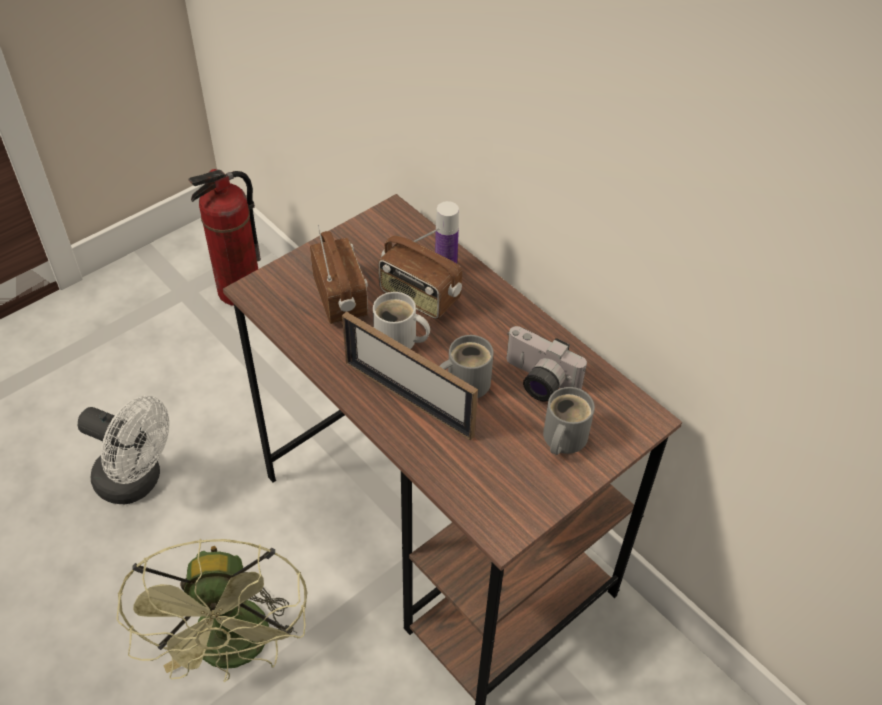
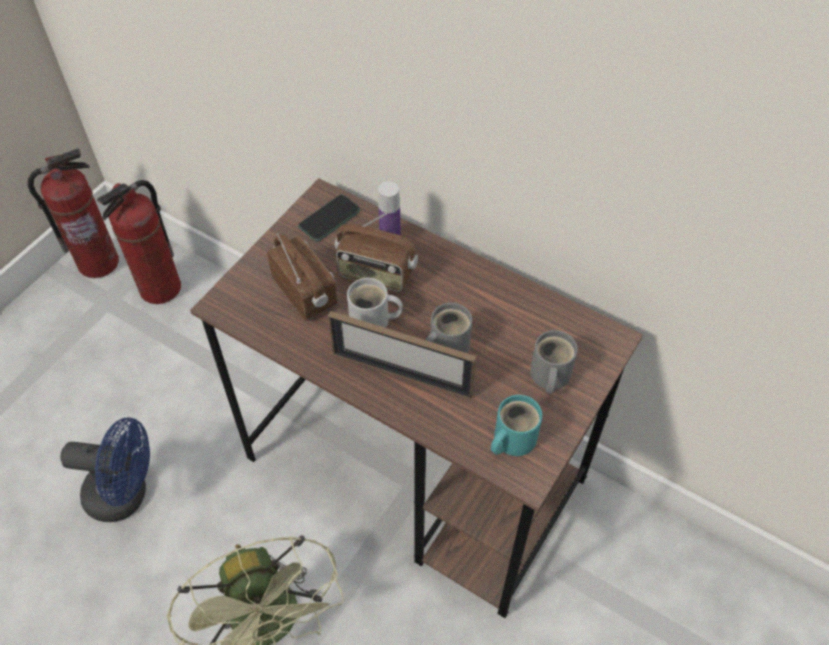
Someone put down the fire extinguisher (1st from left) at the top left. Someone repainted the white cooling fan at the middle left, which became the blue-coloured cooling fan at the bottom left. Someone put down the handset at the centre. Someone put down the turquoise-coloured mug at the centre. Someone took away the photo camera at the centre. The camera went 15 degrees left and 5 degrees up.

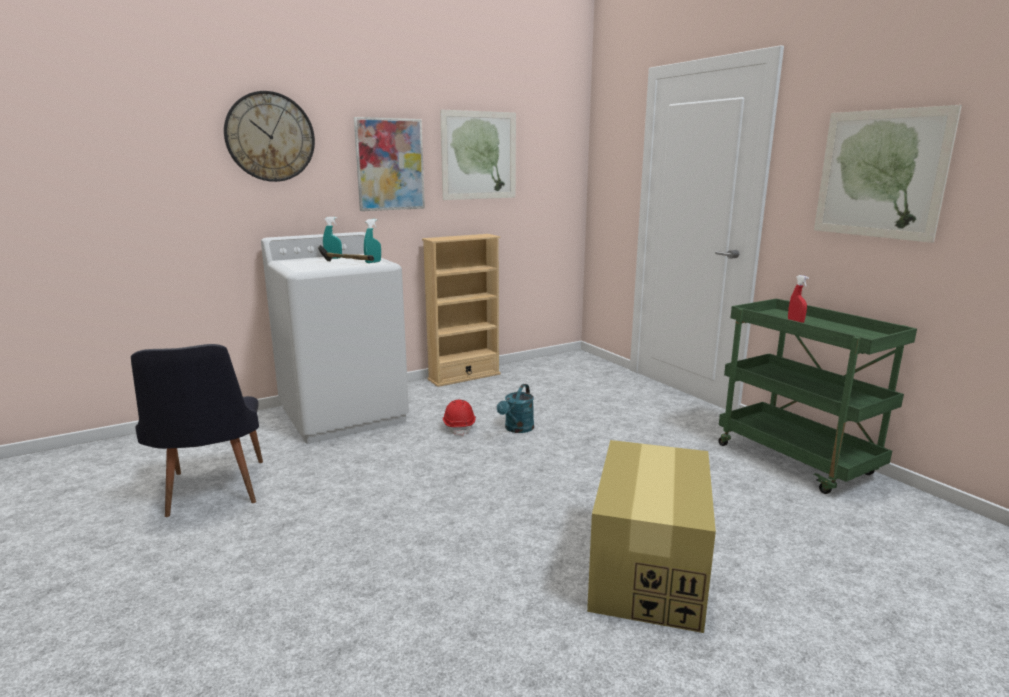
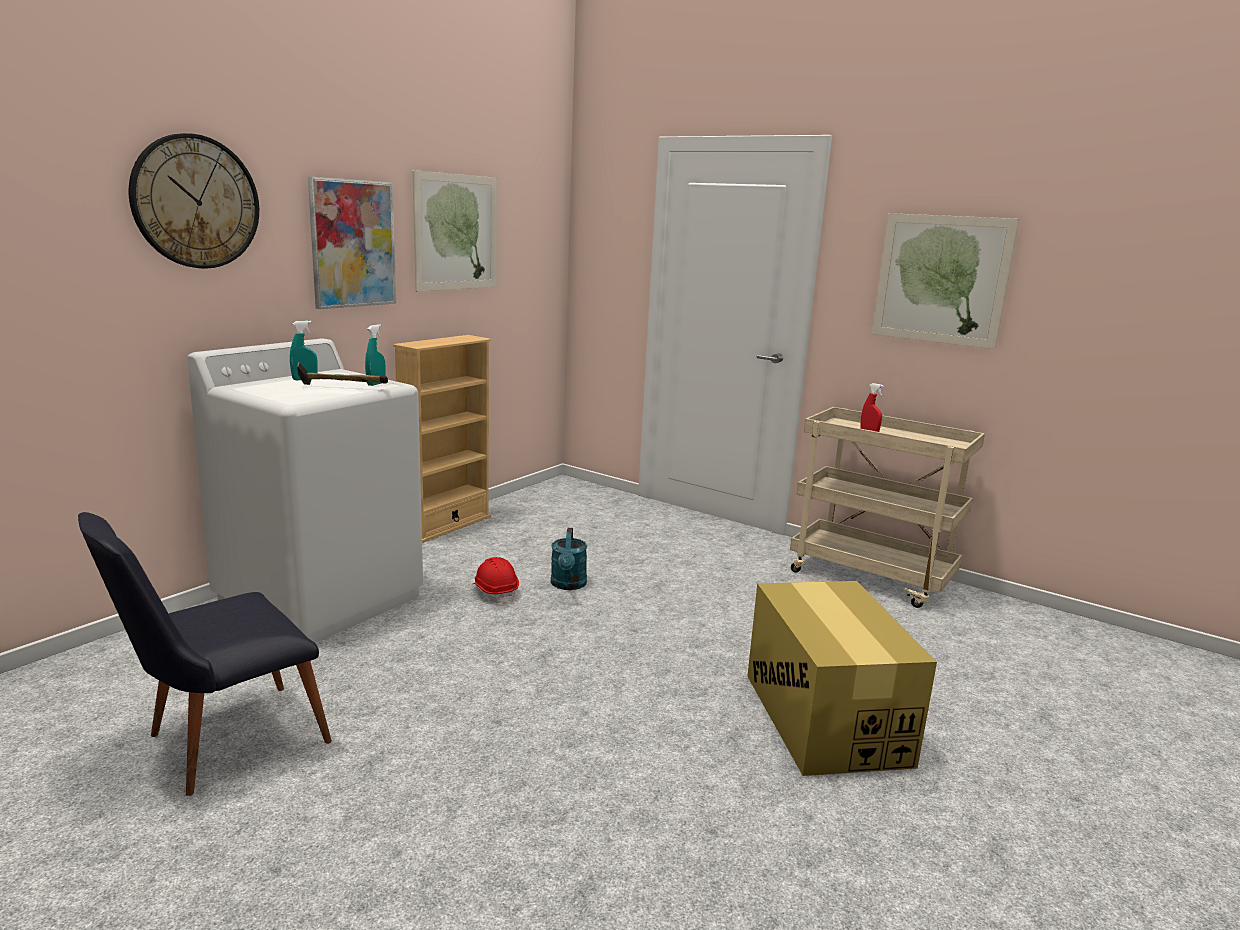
Someone rotated the black-coloured chair at the middle left by 90 degrees clockwise. Someone repainted the green cart at the middle right, which became the beige-coloured cart at the middle right. The camera went 25 degrees left and 0 degrees up.

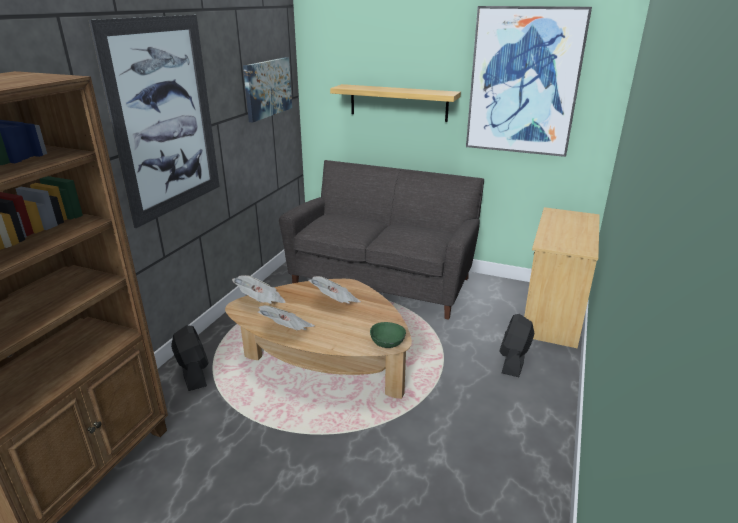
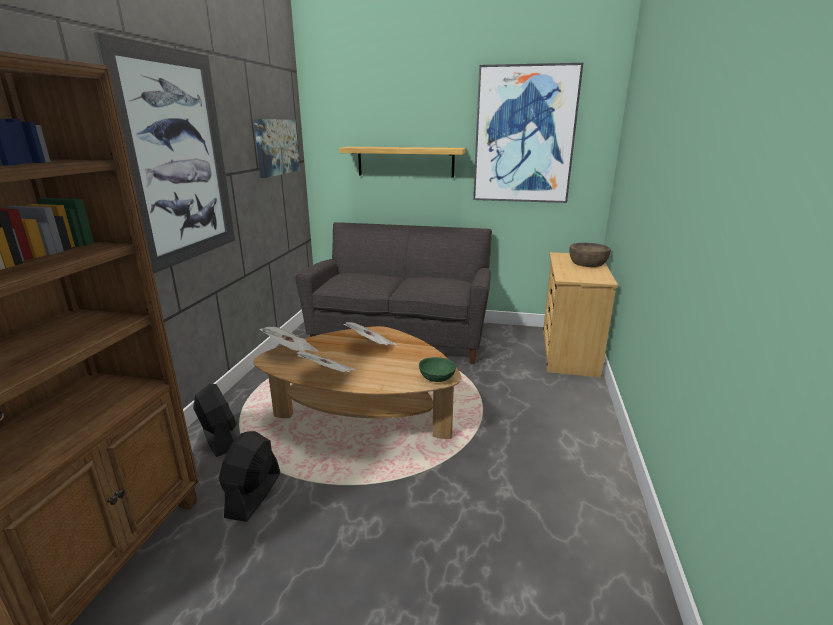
Someone carried the black-coloured cooling fan (2nd from left) from the middle right to the bottom left. Someone put down the brown-coloured bowl at the middle right. The camera went 10 degrees left and 5 degrees down.

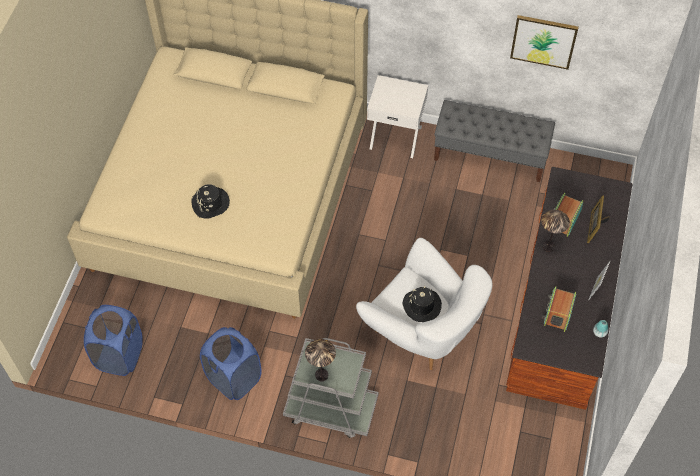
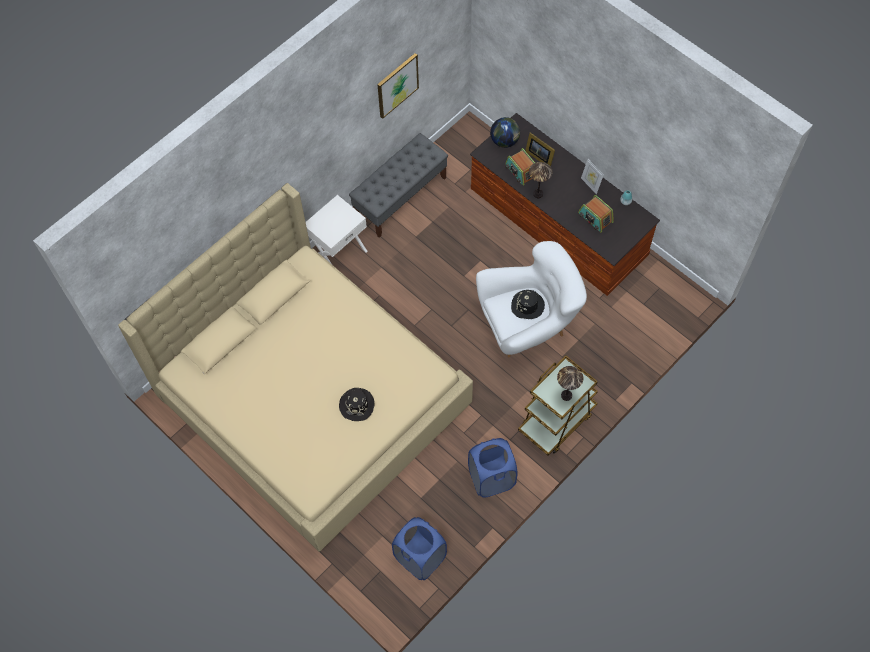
Someone put down the desk globe at the top centre. Someone repainted the gray cart at the bottom centre, which became the brown-coloured cart at the centre. The camera went 60 degrees left and 5 degrees up.

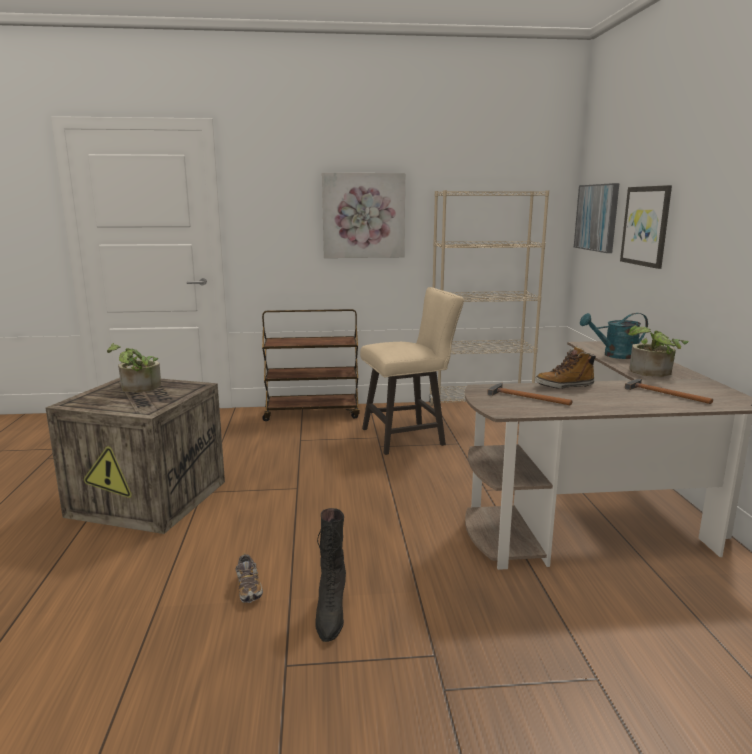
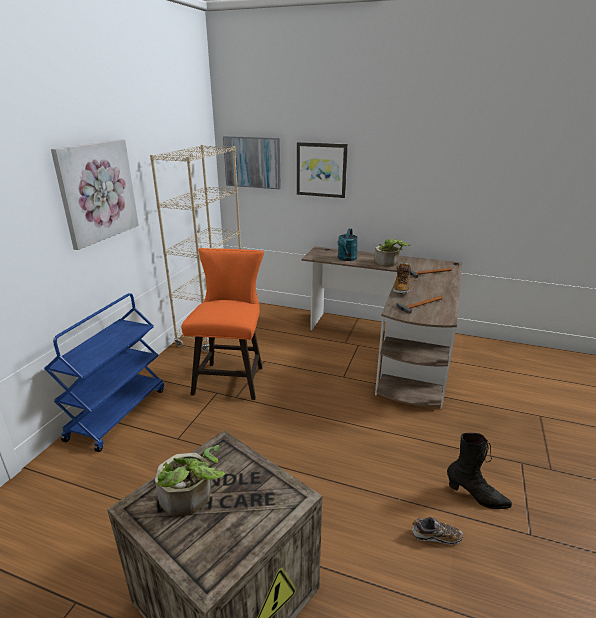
Someone repainted the brown-coloured cart at the centre, which became the blue-coloured cart at the middle left. Someone repainted the beige-coloured sitting stool at the centre, which became the orange-coloured sitting stool at the centre. The camera went 65 degrees left and 10 degrees up.

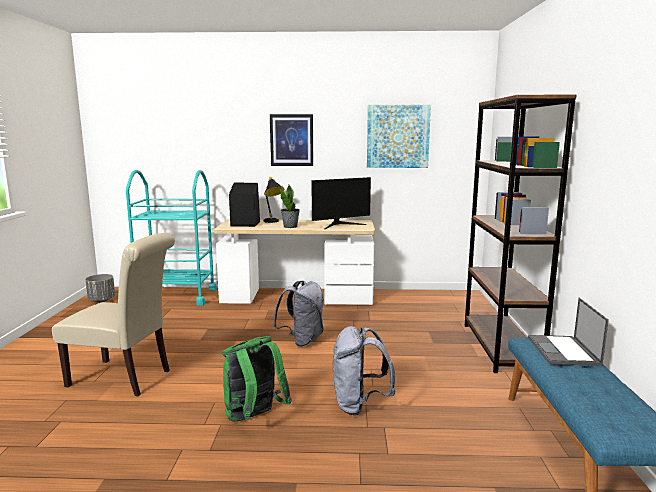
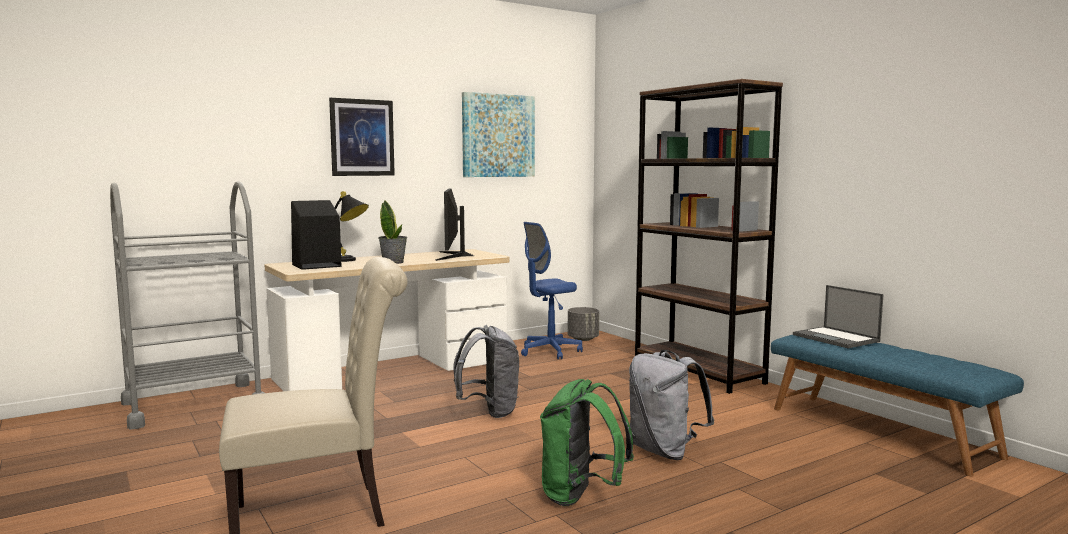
Someone repainted the turquoise-coloured cart at the middle left, which became the gray cart at the middle left. Someone rotated the computer display at the centre by 150 degrees clockwise. Someone put down the blue-coloured computer chair at the centre. Someone carried the gray flower pot from the middle left to the centre. The camera went 35 degrees left and 5 degrees down.

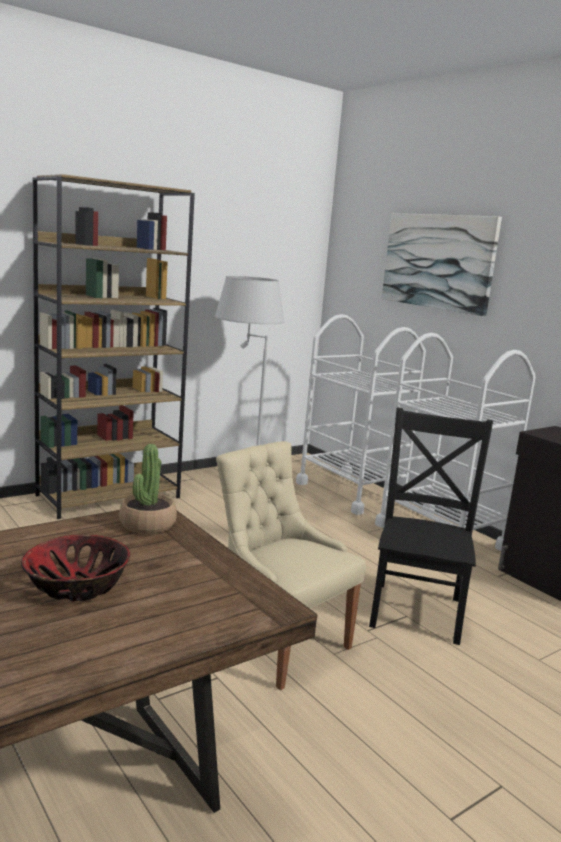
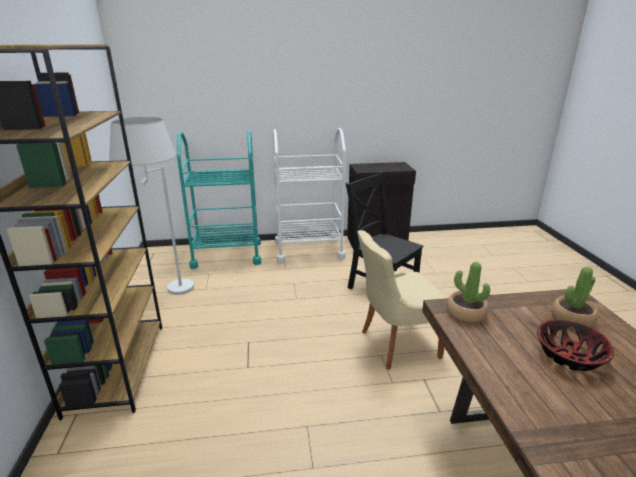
Someone repainted the white cart (1st from left) at the centre, which became the turquoise-coloured cart at the centre. Someone put down the plant in a pot (2nd from left) at the middle right. Someone took away the picture at the top right. The camera went 60 degrees left and 10 degrees up.

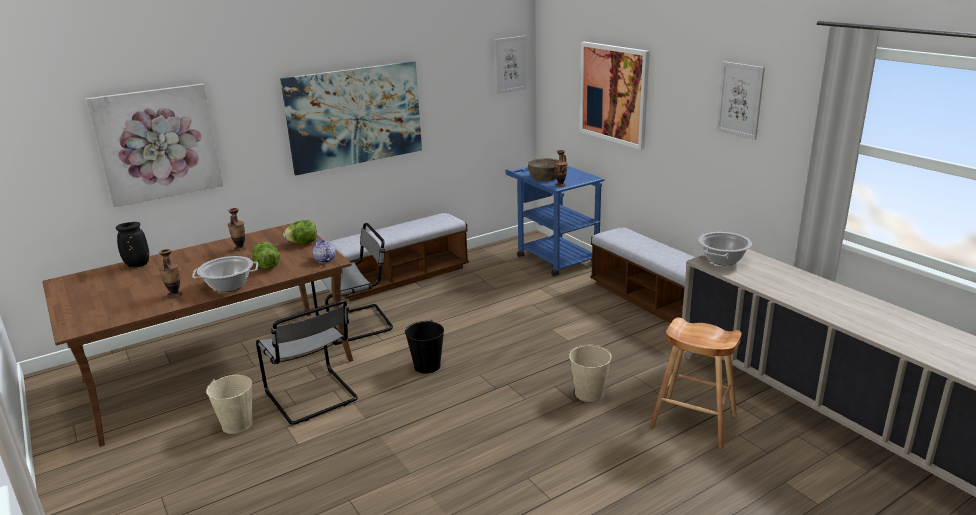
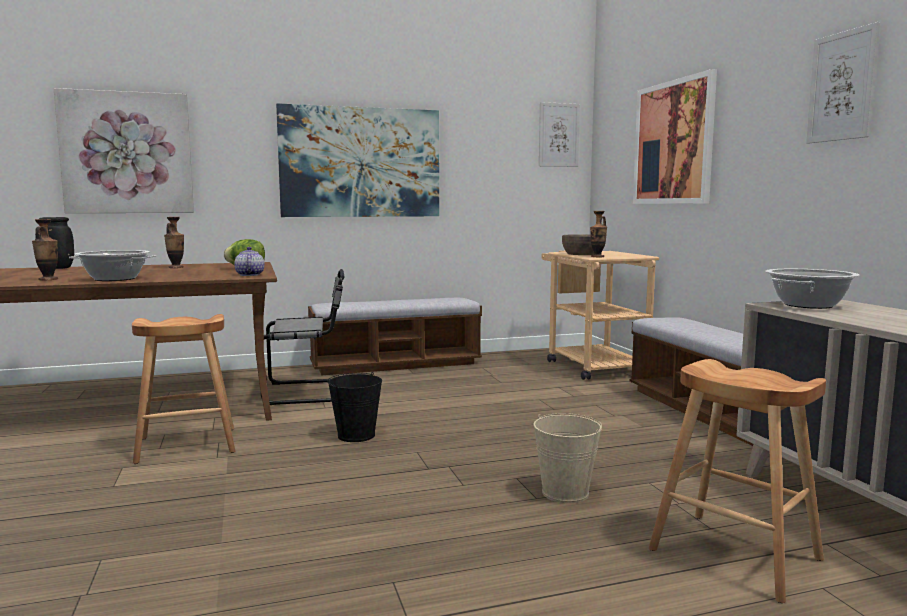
Someone swapped the gray chair (1st from left) at the bottom left for the brown-coloured sitting stool (1st from left) at the middle left. Someone repainted the blue-coloured cart at the centre, which became the beige-coloured cart at the centre. Someone took away the beige-coloured pail (1st from left) at the bottom left. Someone took away the lettuce head (1st from left) at the middle left. The camera went 15 degrees right and 15 degrees down.

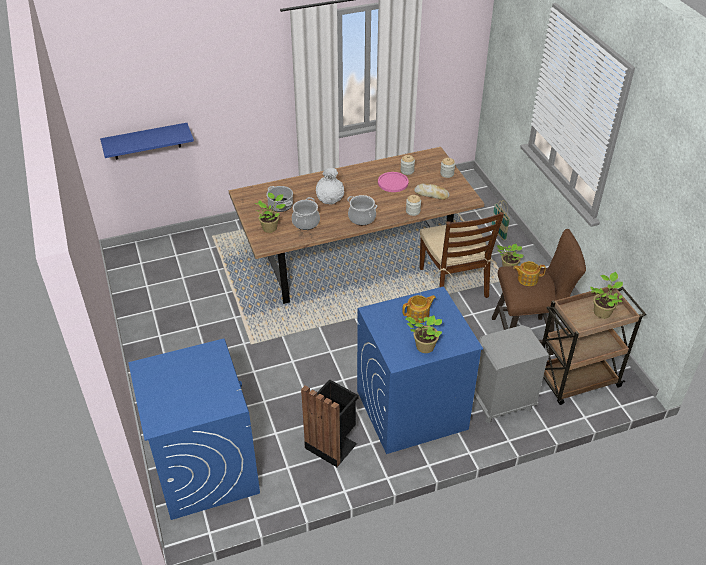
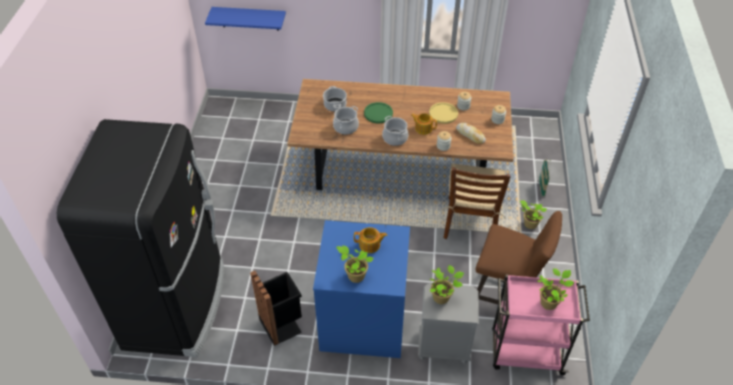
Someone swapped the blue-coloured laundry machine (1st from left) at the bottom left for the black-coloured fridge at the middle left. Someone swapped the white decorative vase at the top centre for the green dinner plate at the top centre. Someone carried the teapot (2nd from left) from the middle right to the top centre. Someone repainted the pink dinner plate at the top centre, which became the yellow-coloured dinner plate at the top centre. Someone carried the plant in a pot (1st from left in the first image) from the centre to the bottom centre. Someone repainted the brown-coloured cart at the middle right, which became the pink cart at the bottom right. The camera went 25 degrees right and 5 degrees up.

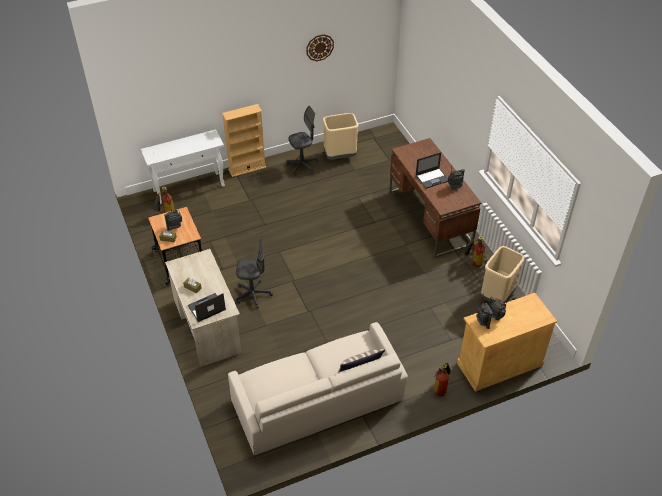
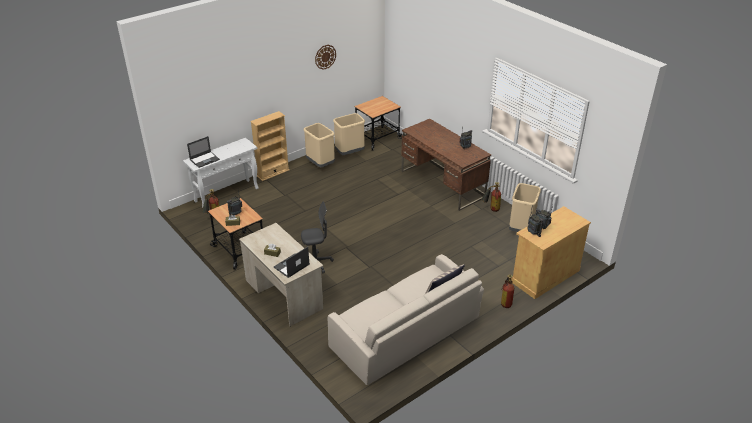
Someone carried the laptop (2nd from left in the first image) from the centre to the middle left. Someone swapped the gray computer chair (2nd from left) at the top centre for the beige-coloured waste bin (1st from left) at the centre. Someone put down the cart (2nd from left) at the top centre. The camera went 15 degrees left and 10 degrees down.

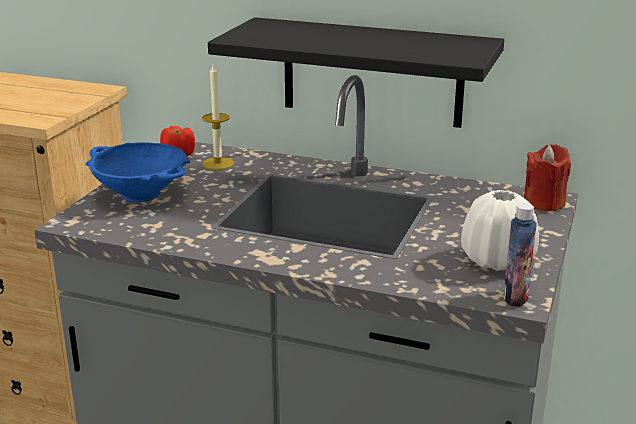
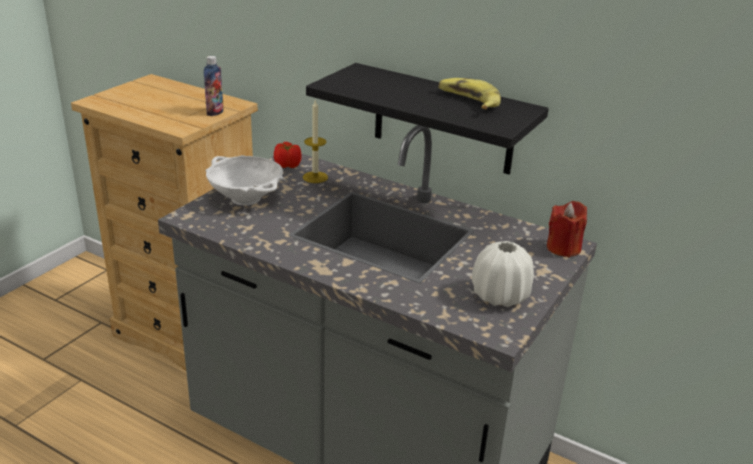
Someone carried the drink bottle from the middle right to the top left. Someone repainted the blue-coloured bowl at the middle left, which became the white bowl at the middle left. Someone put down the banana at the top centre. The camera went 10 degrees right and 5 degrees up.

